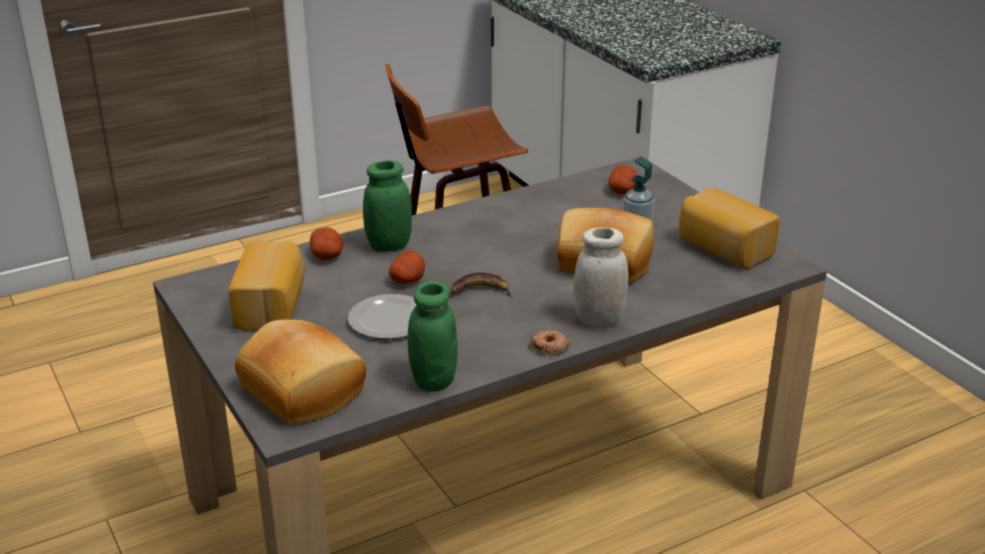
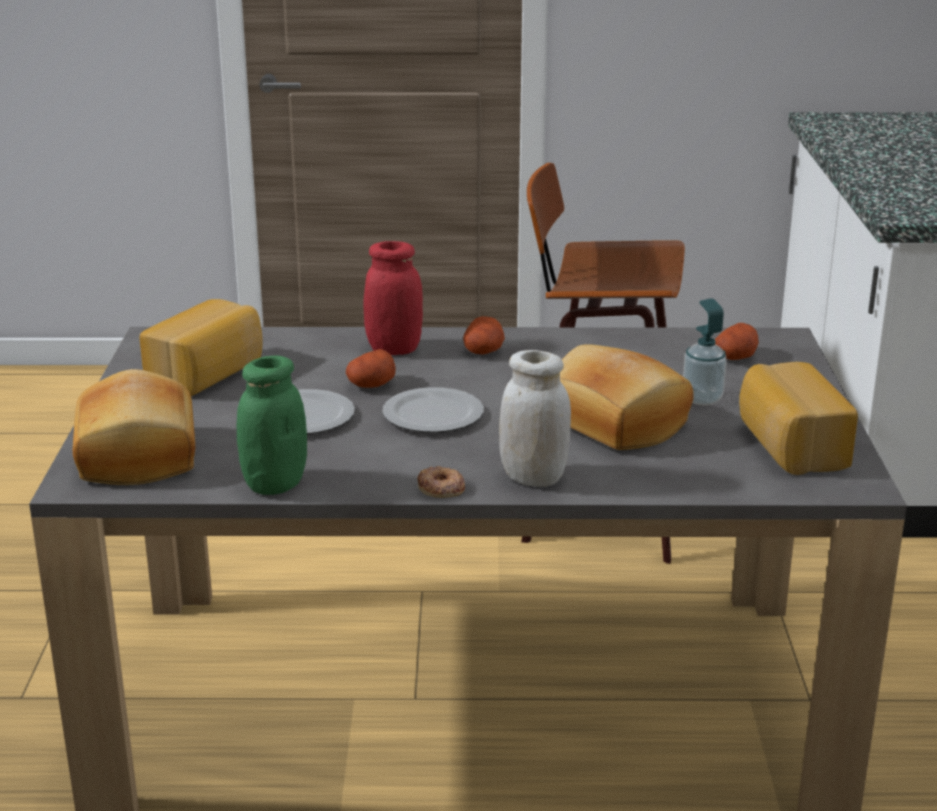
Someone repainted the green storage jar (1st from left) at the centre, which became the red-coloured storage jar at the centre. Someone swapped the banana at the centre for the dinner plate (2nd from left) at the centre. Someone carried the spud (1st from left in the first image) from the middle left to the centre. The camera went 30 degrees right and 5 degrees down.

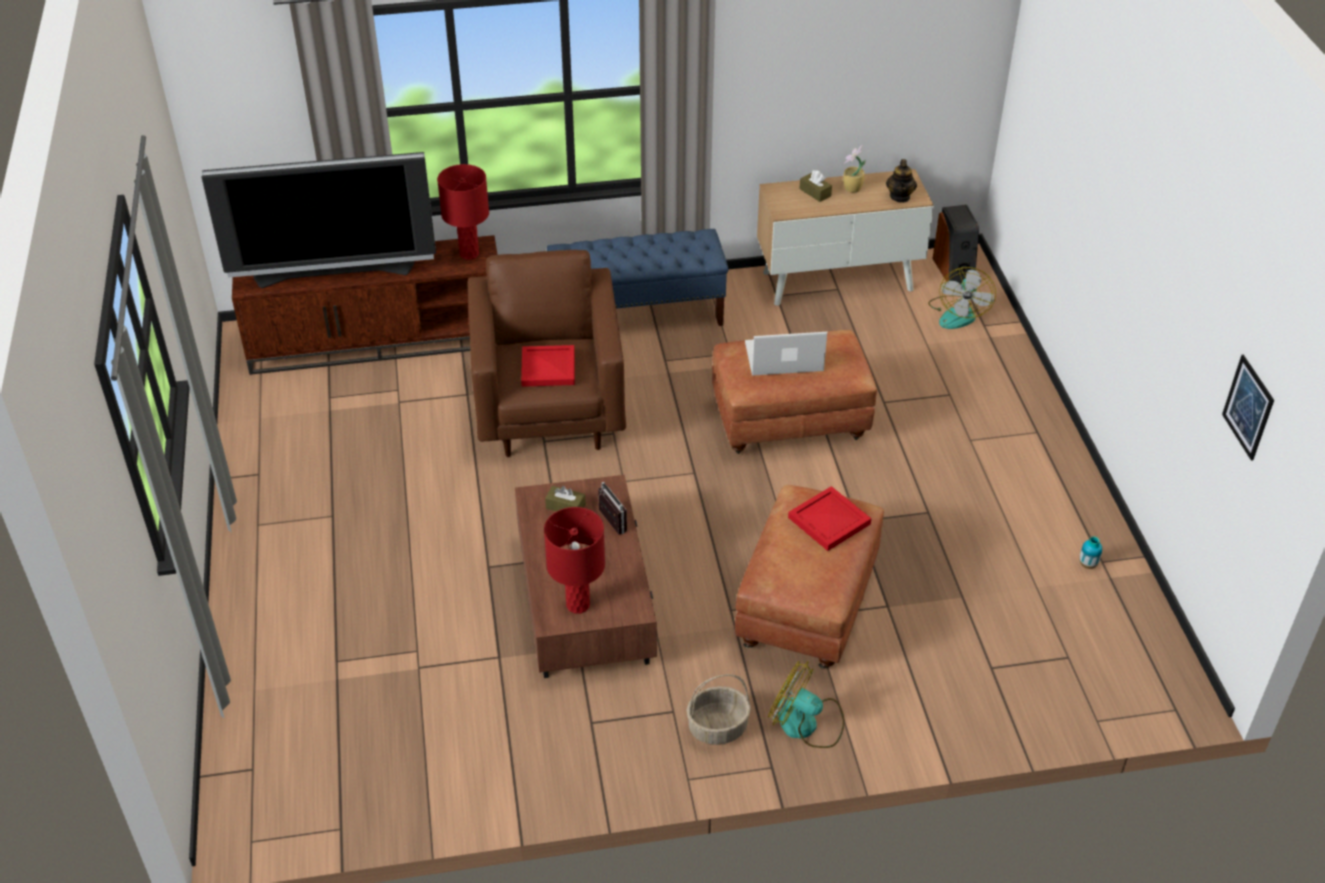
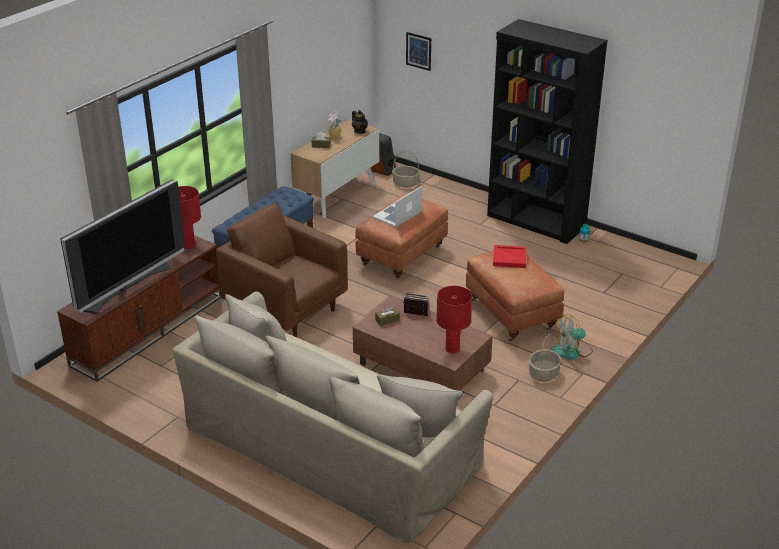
Someone put down the beige-coloured settee at the bottom centre. Someone swapped the cooling fan (2nd from left) at the middle right for the household basket (1st from left) at the top centre. Someone carried the picture from the middle right to the top centre. Someone put down the black-coloured bookcase at the top right. Someone took away the red-coloured tray (1st from left) at the centre. The camera went 45 degrees left and 10 degrees down.

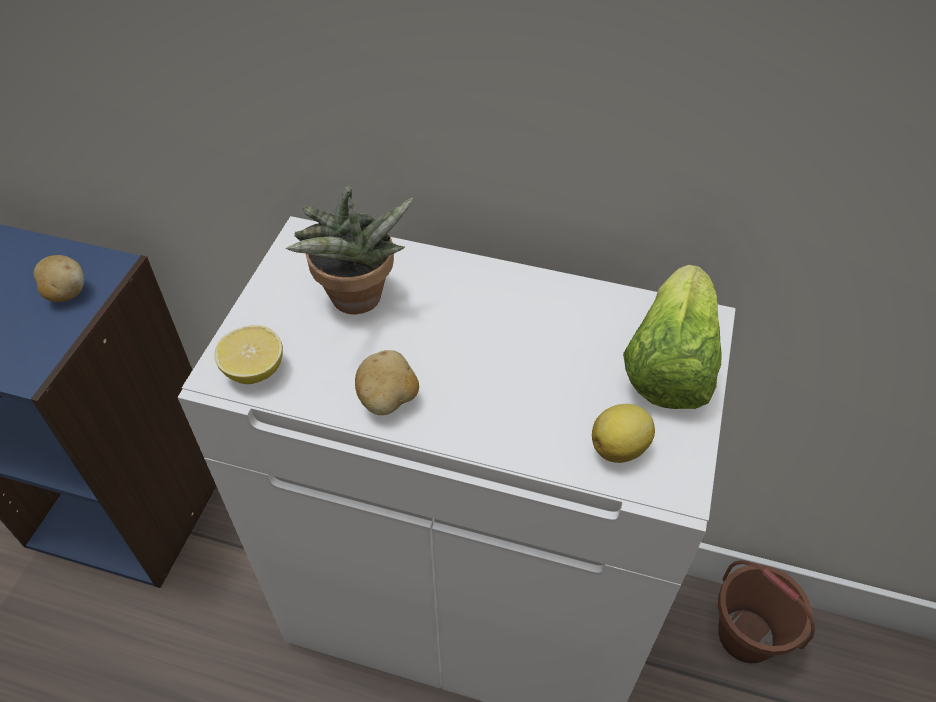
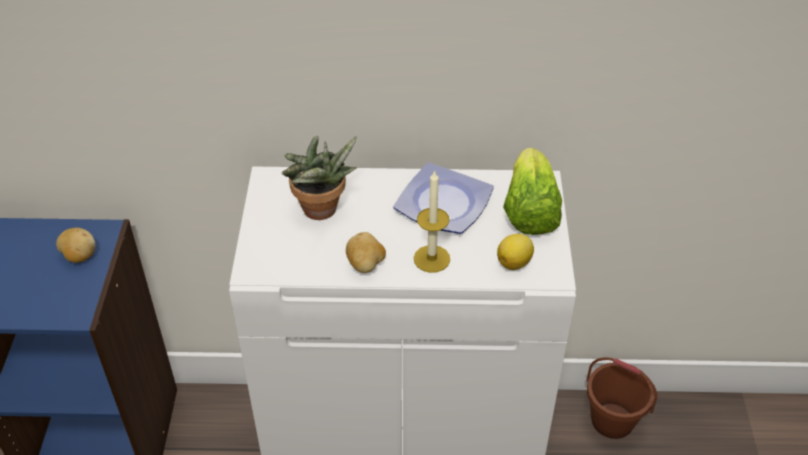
Someone put down the dinner plate at the centre. Someone put down the wax candle at the centre. Someone took away the citrus fruit (1st from left) at the middle left. The camera went 15 degrees left and 5 degrees down.

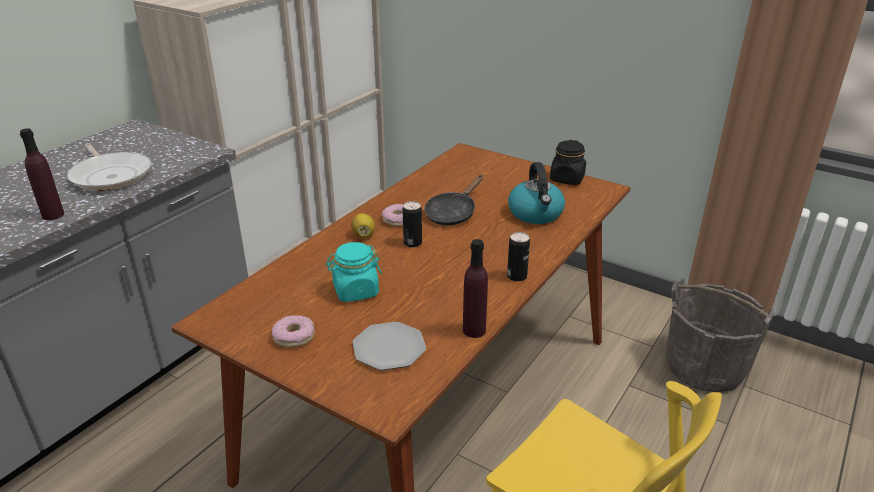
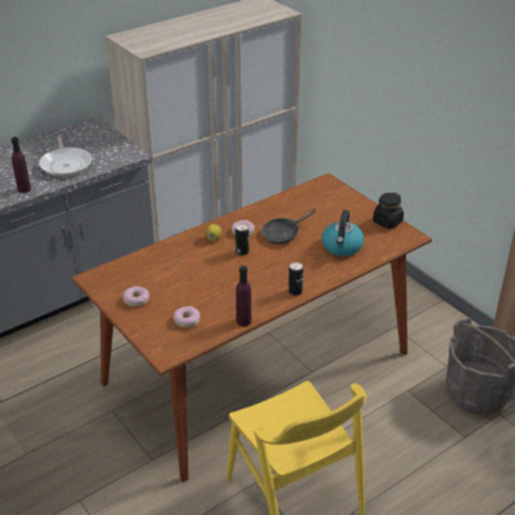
Someone swapped the dinner plate at the bottom centre for the doughnut (2nd from left) at the centre. Someone took away the turquoise-coloured storage jar at the centre. The camera went 20 degrees right and 5 degrees up.

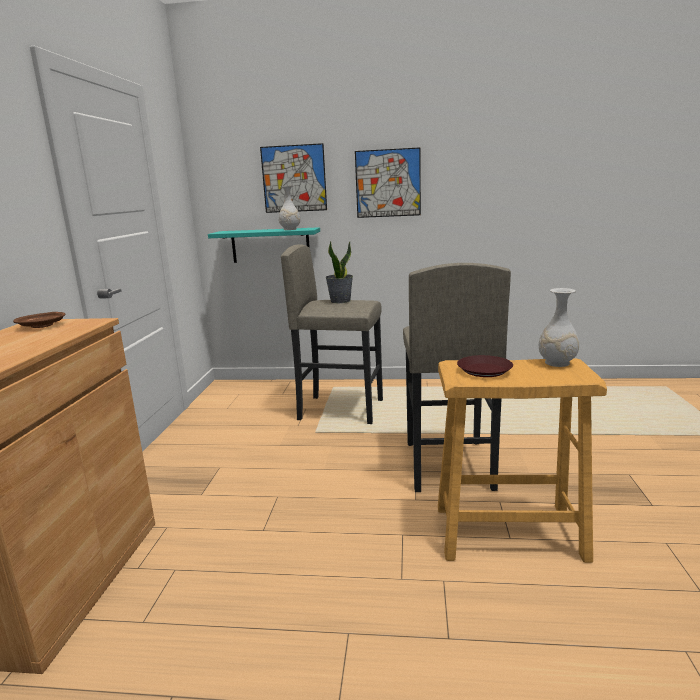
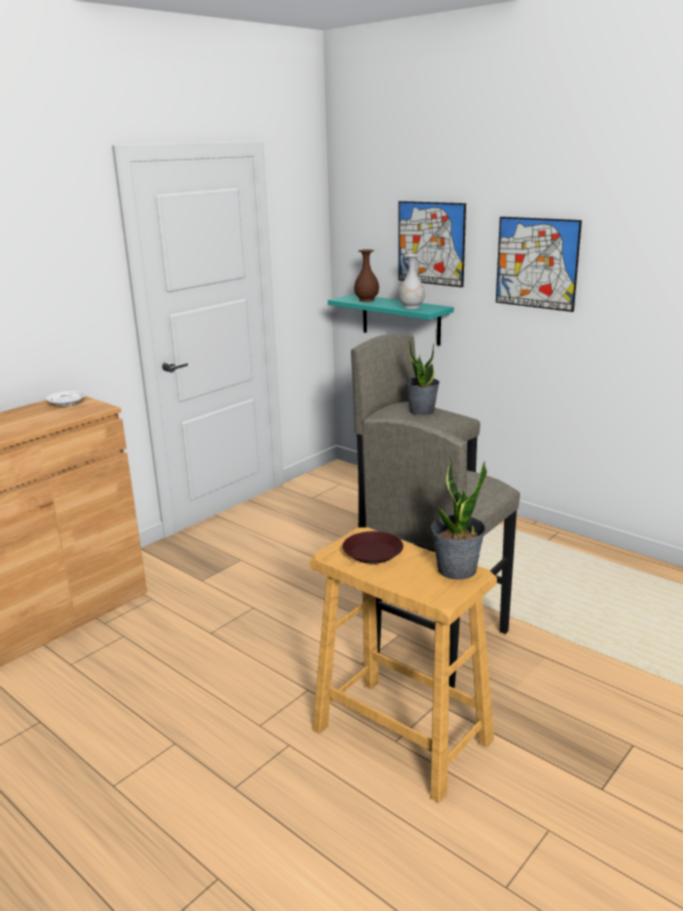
Someone repainted the brown-coloured dinner plate (1st from left) at the middle left, which became the white dinner plate at the middle left. Someone put down the brown-coloured decorative vase at the top centre. Someone swapped the white decorative vase (2nd from left) at the middle right for the plant in a pot (2nd from left) at the middle right. The camera went 35 degrees right and 5 degrees up.

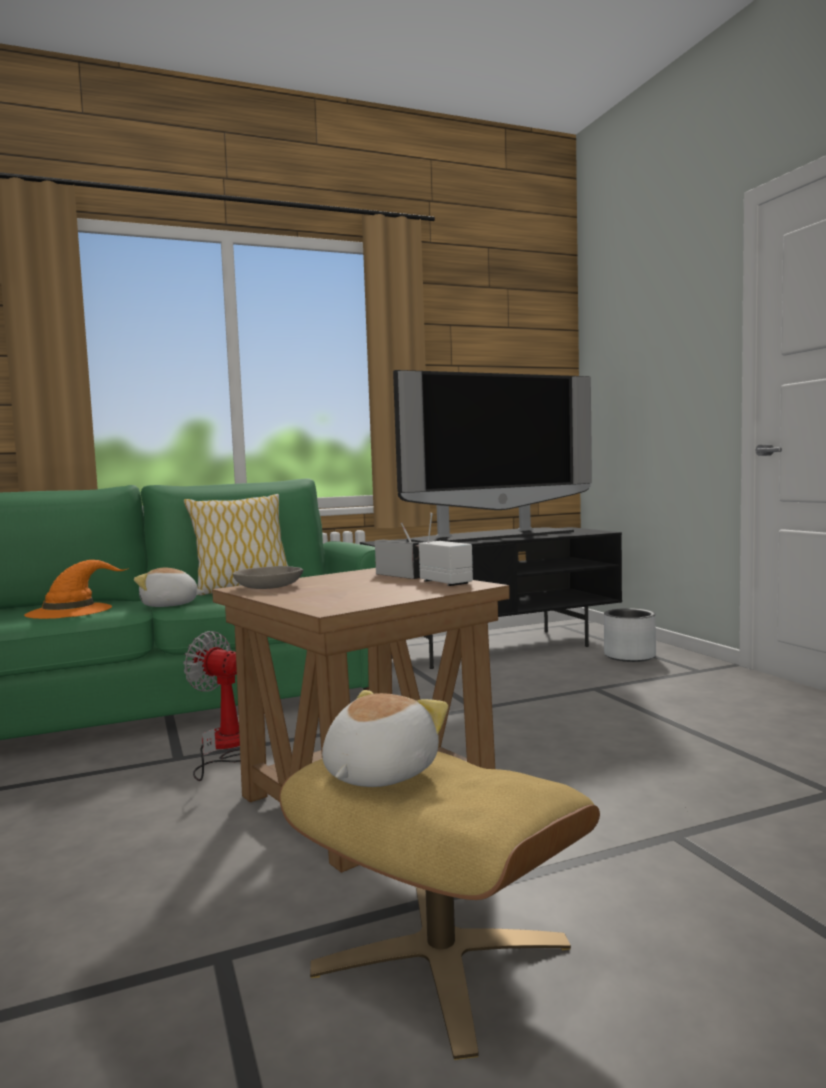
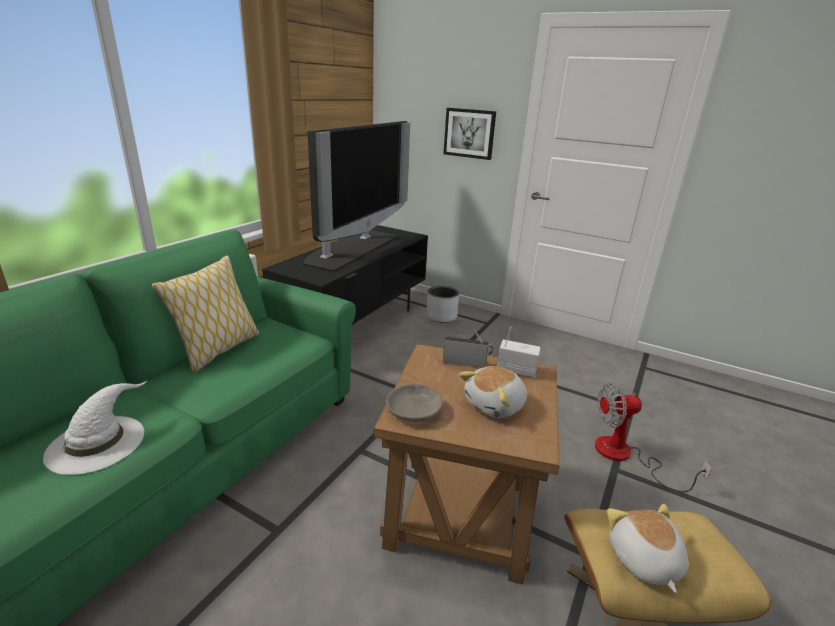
Someone repainted the orange-coloured clothing hat at the middle left, which became the white clothing hat at the bottom left. Someone put up the picture at the top centre. Someone carried the soft toy (1st from left) from the middle left to the centre. Someone carried the cooling fan from the middle left to the bottom right. The camera went 40 degrees left and 20 degrees up.

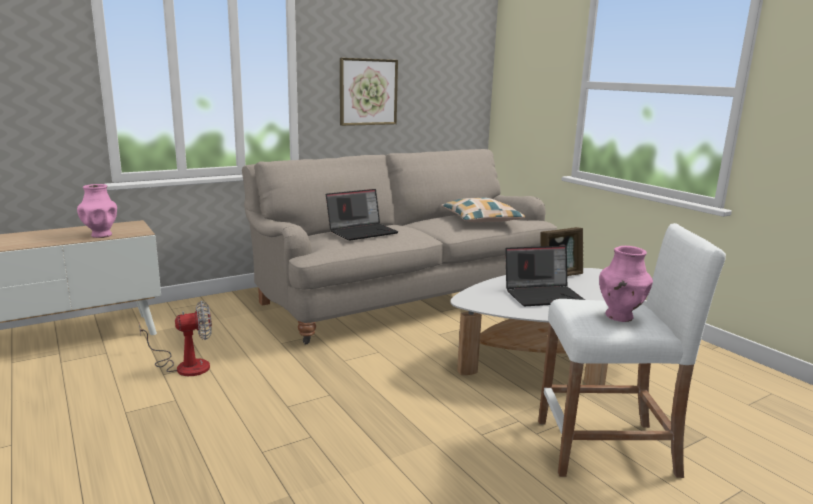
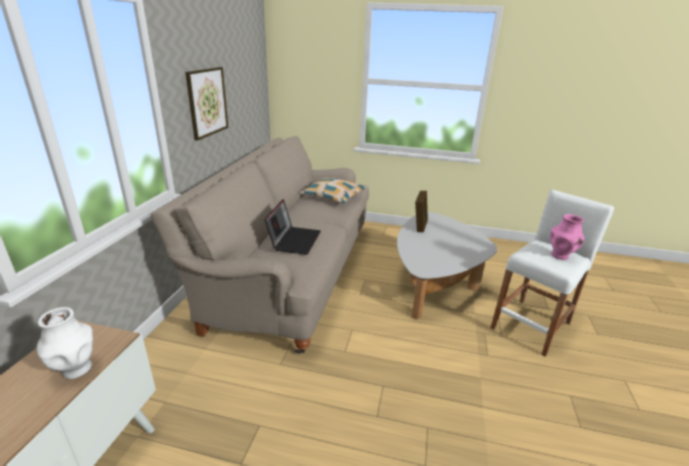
Someone repainted the pink decorative vase (1st from left) at the middle left, which became the white decorative vase at the bottom left. Someone took away the cooling fan at the bottom left. Someone took away the laptop (2nd from left) at the middle right. The camera went 45 degrees left and 10 degrees up.

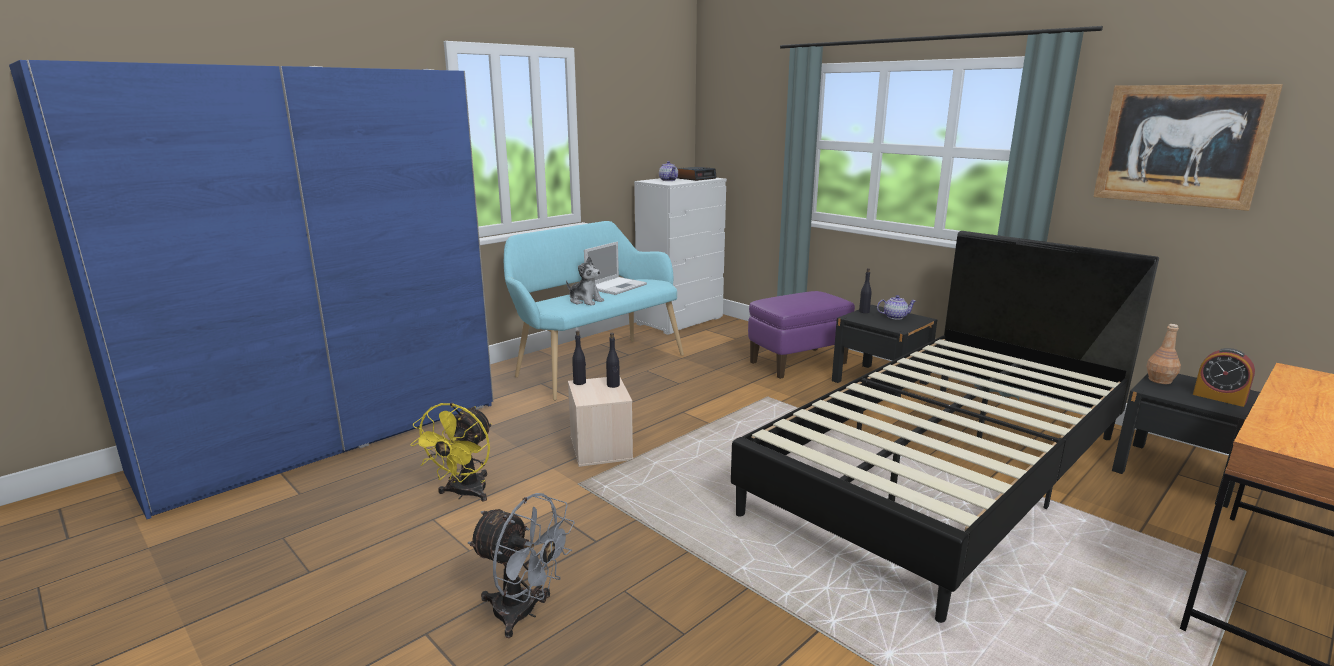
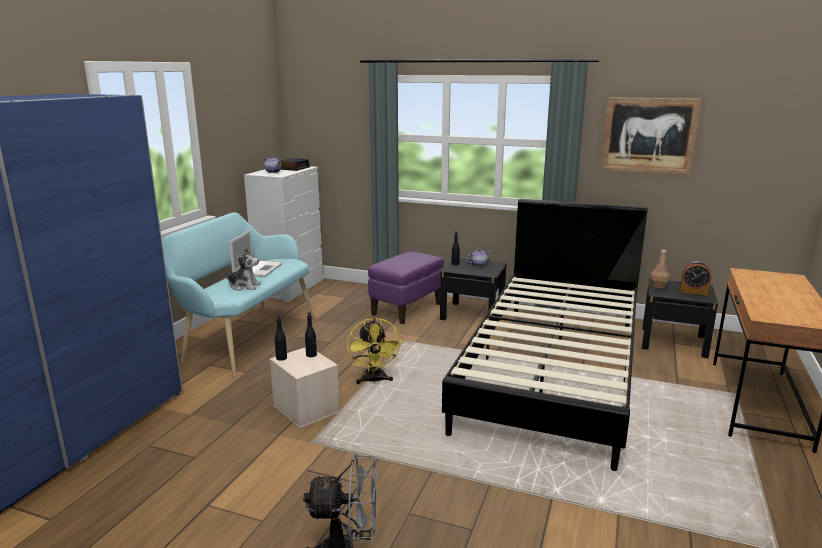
Someone carried the yellow-coloured cooling fan from the bottom centre to the centre. The camera went 25 degrees left and 0 degrees up.

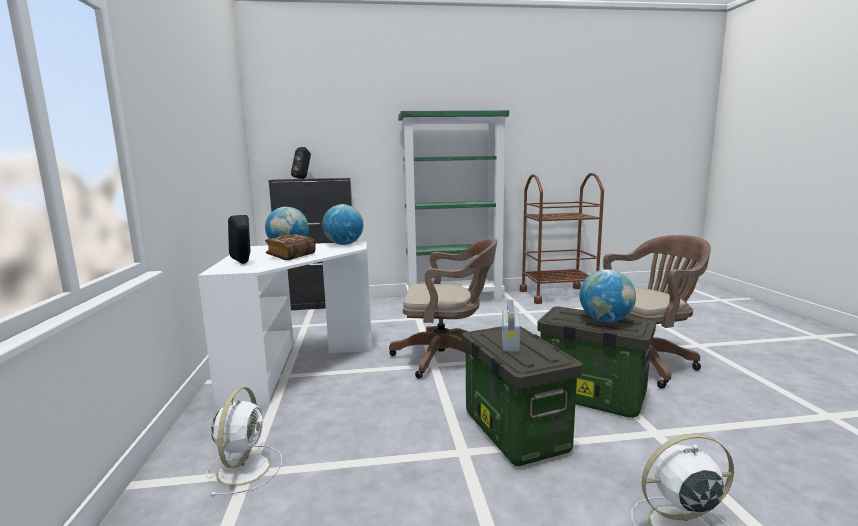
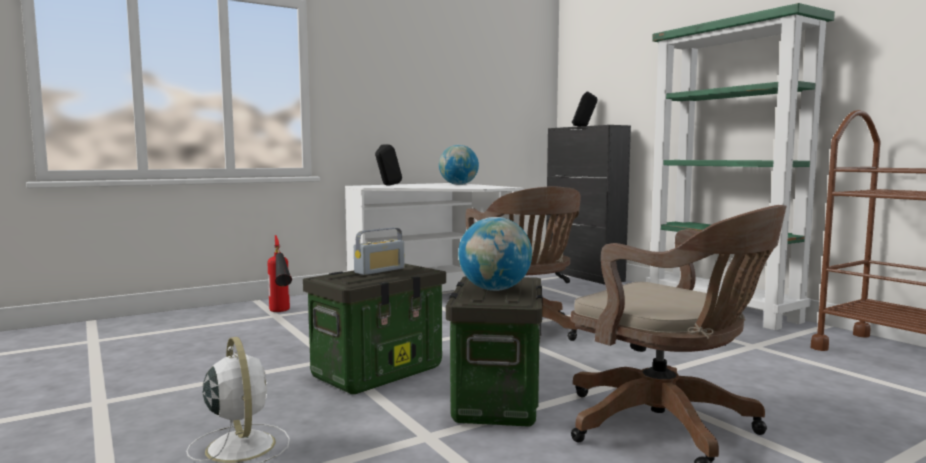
Someone swapped the white cooling fan (1st from left) at the bottom left for the fire extinguisher at the middle left. Someone rotated the radio receiver at the centre by 150 degrees clockwise. Someone took away the bound book at the centre. Someone took away the desk globe (2nd from left) at the centre. The camera went 65 degrees right and 5 degrees down.

